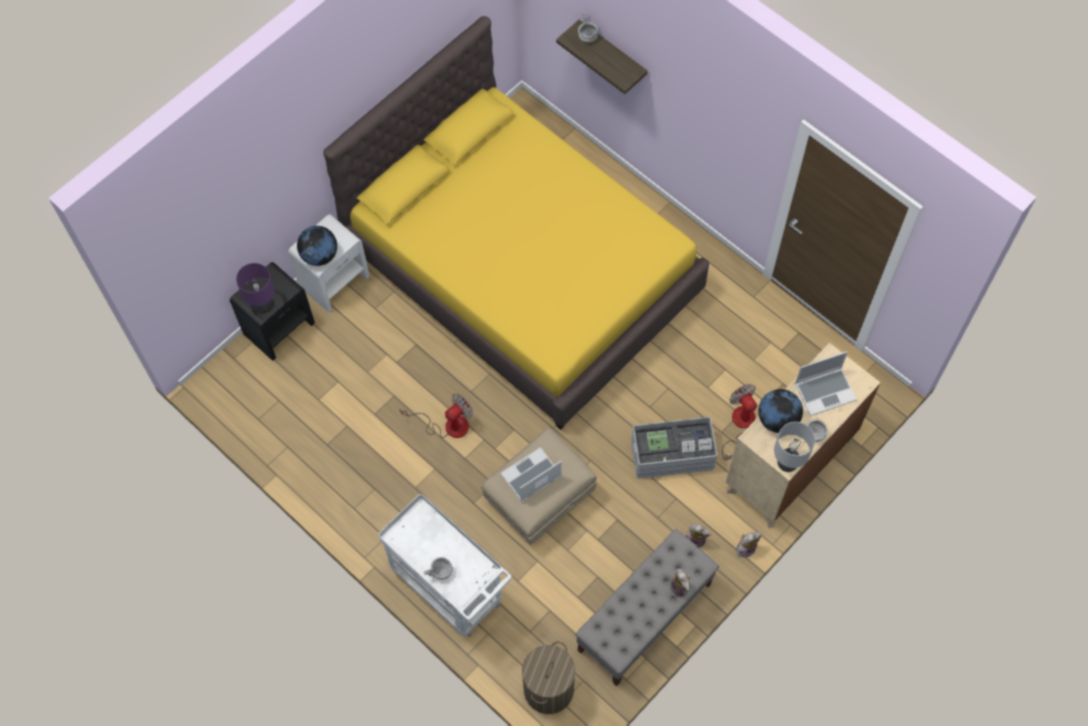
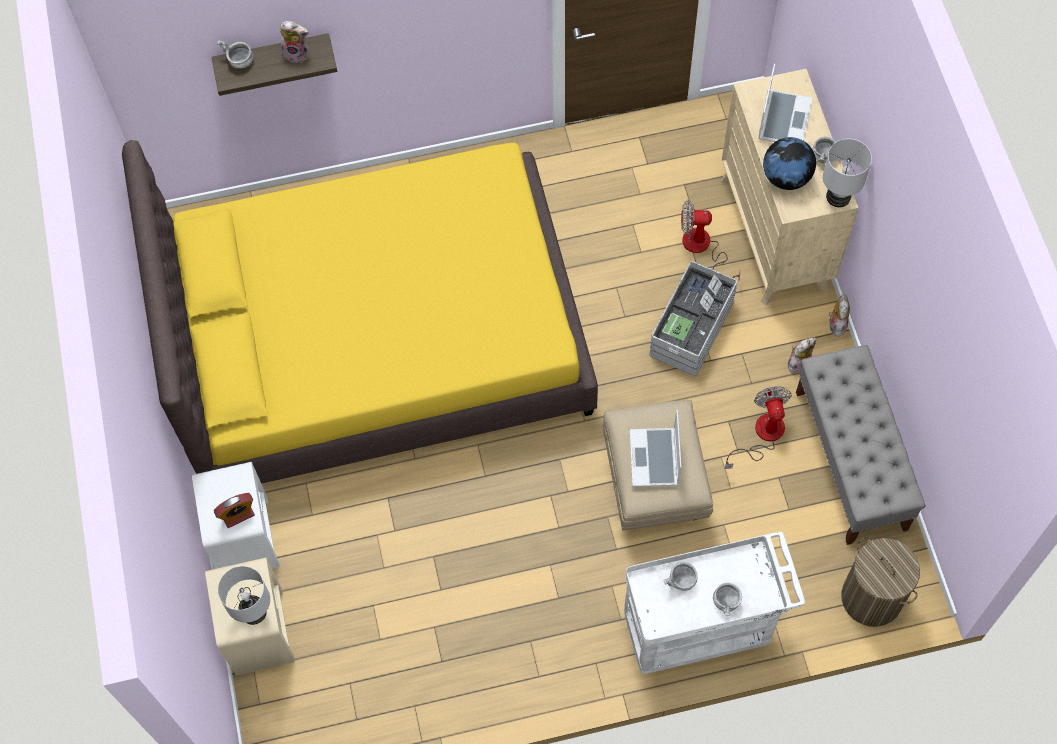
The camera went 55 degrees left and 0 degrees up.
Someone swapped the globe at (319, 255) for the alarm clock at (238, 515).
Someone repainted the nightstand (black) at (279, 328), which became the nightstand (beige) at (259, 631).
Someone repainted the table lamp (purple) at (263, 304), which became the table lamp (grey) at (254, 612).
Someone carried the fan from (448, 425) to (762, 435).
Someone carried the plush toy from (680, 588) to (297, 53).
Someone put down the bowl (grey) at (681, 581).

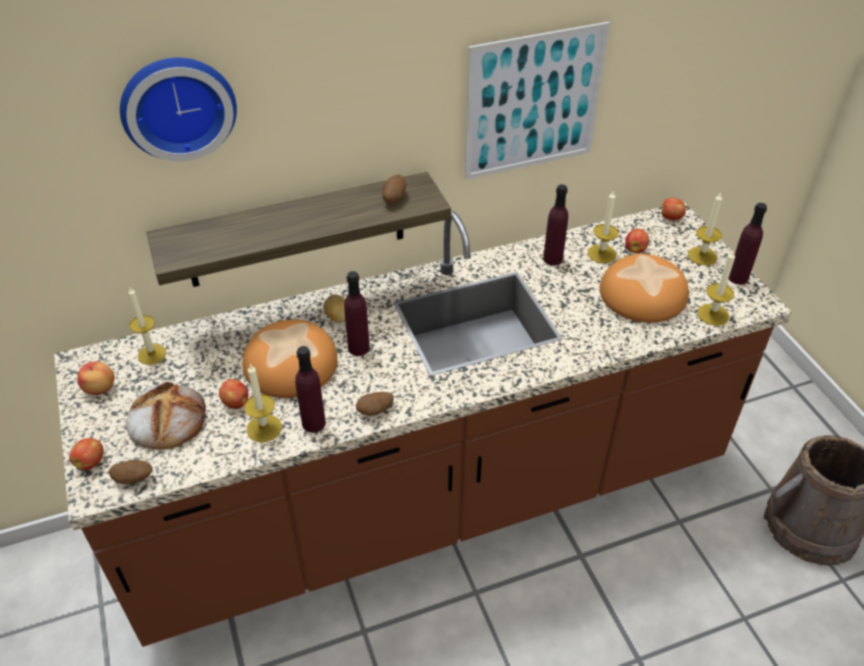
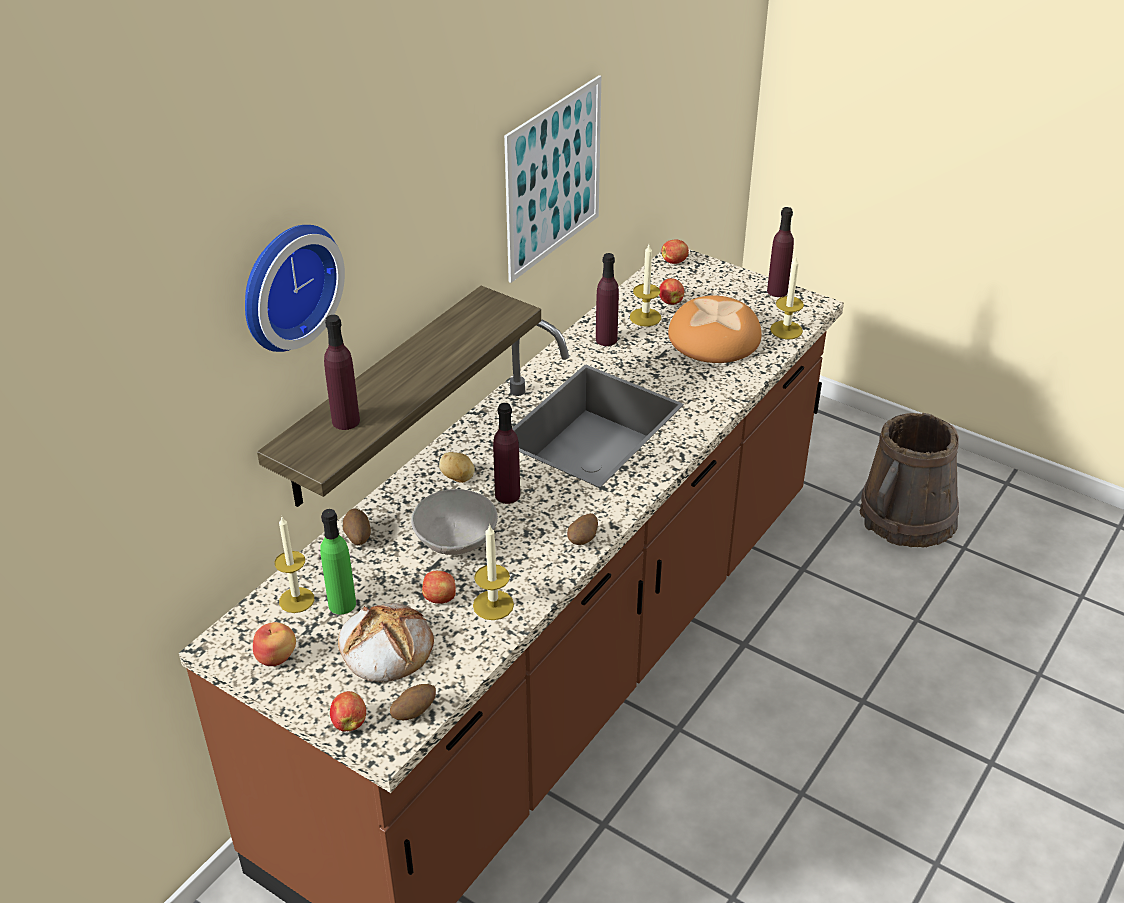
The camera went 35 degrees left and 5 degrees down.
Someone carried the potato from (394, 198) to (357, 537).
Someone took away the candle at (702, 256).
Someone swapped the bread at (290, 364) for the bowl (grey) at (455, 540).
Someone carried the bottle (purple) from (313, 423) to (346, 421).
Someone put down the bottle (green) at (342, 604).

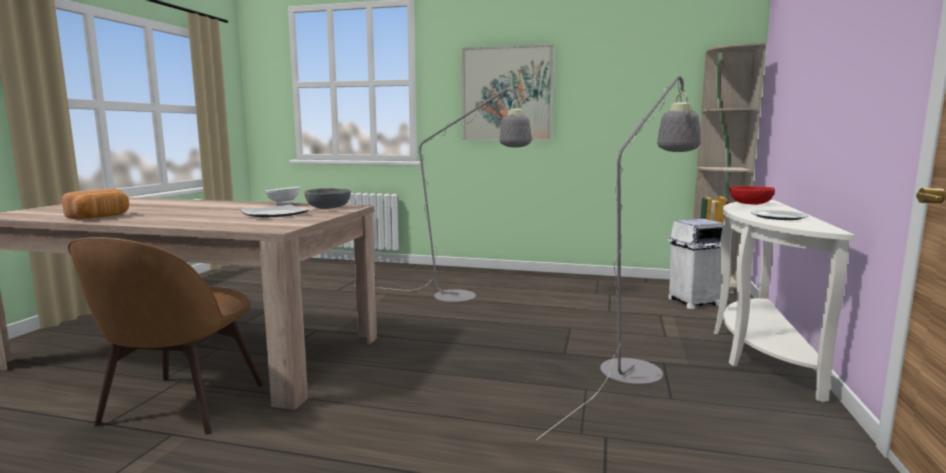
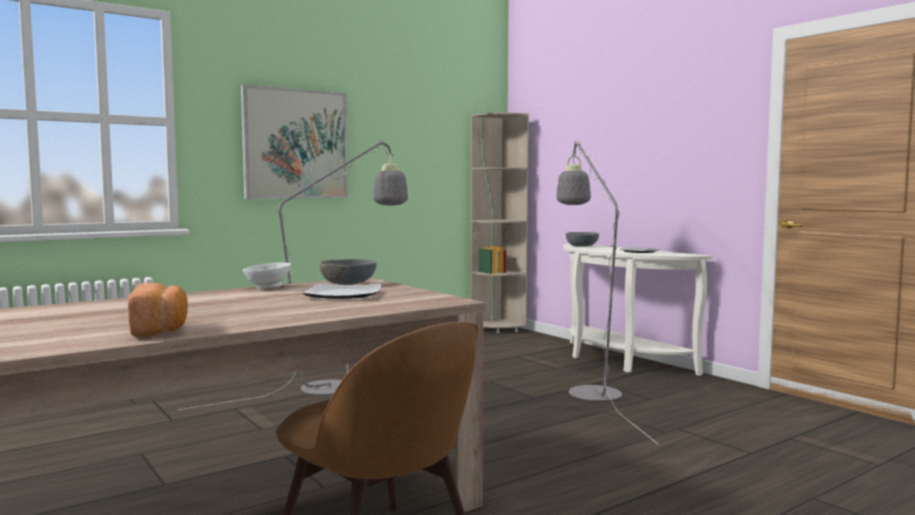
The camera went 50 degrees left and 5 degrees down.
Someone repainted the bowl (red) at (750, 204), which became the bowl (grey) at (581, 246).
Someone took away the trash can (white) at (692, 302).

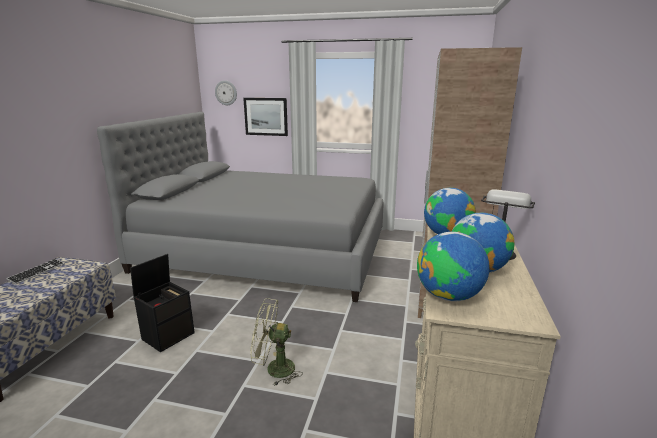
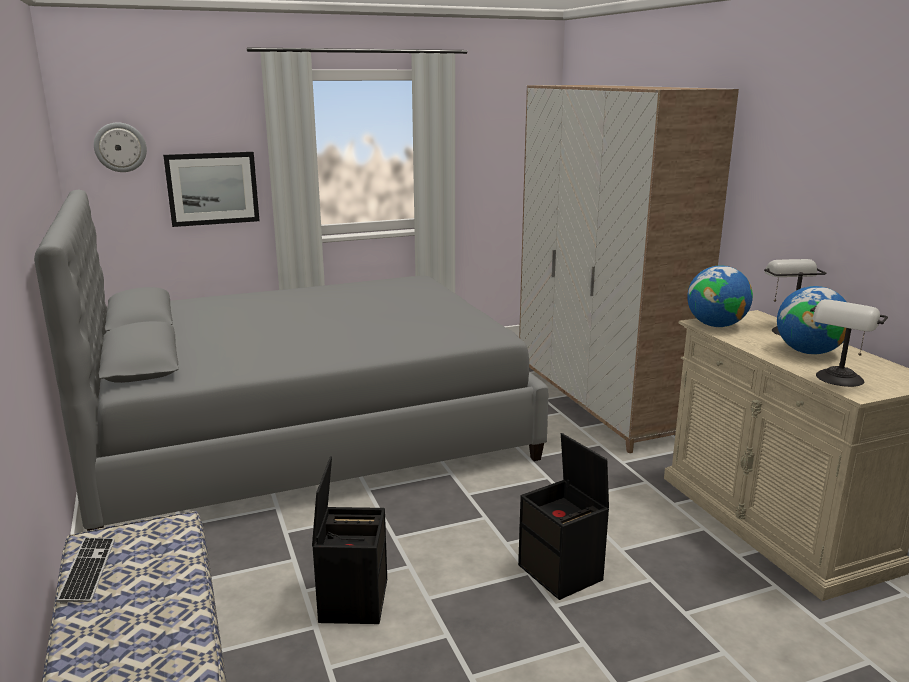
The camera went 35 degrees left and 0 degrees up.
Someone swapped the globe at (449, 296) for the table lamp at (838, 381).
Someone swapped the fan (green) at (274, 369) for the storage box (black) at (562, 573).

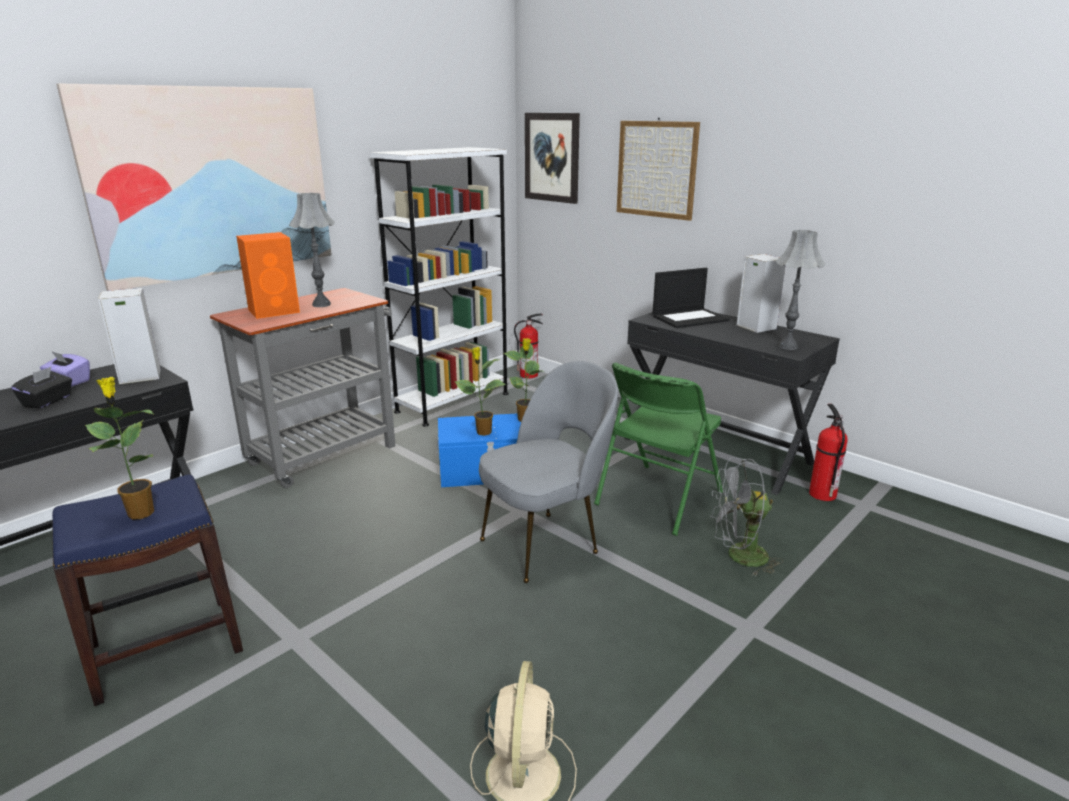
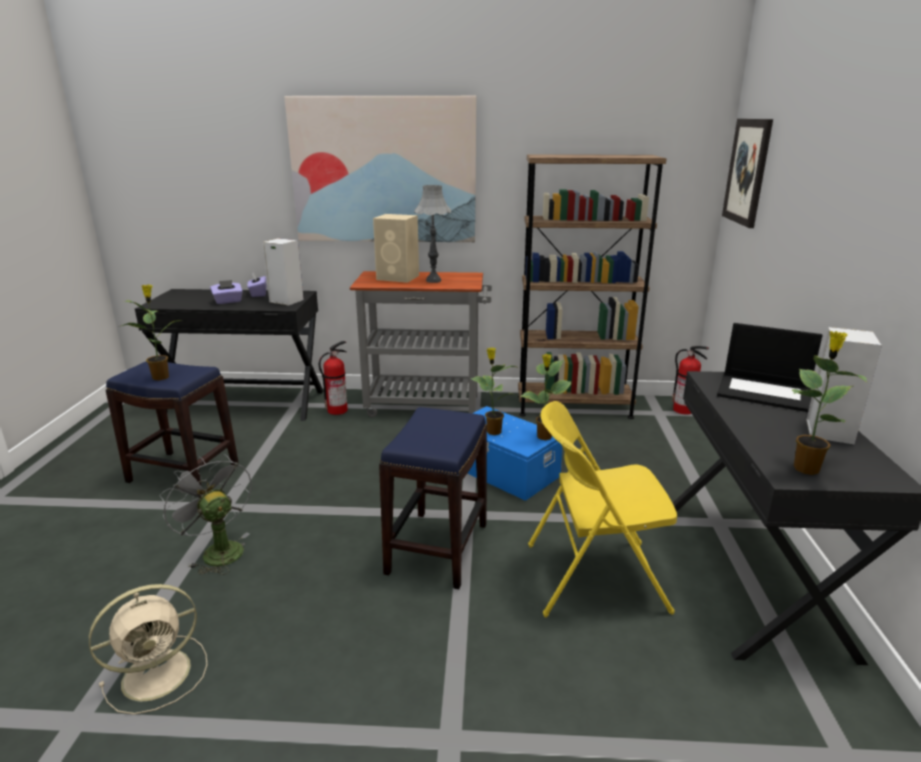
The camera went 50 degrees right and 0 degrees up.
Someone took away the picture at (656, 168).
Someone repainted the bookcase (white) at (453, 402), which became the bookcase (brown) at (573, 406).
Someone swapped the table lamp (grey) at (787, 346) for the potted plant at (806, 468).
Someone repainted the speaker (orange) at (275, 311), which became the speaker (beige) at (399, 277).
Someone swapped the chair (grey) at (547, 544) for the stool at (438, 549).
Someone repainted the chair (green) at (658, 498), which became the chair (yellow) at (595, 576).
Someone repainted the tissue box (black) at (48, 401), which became the tissue box (purple) at (228, 301).
Someone carried the fire extinguisher from (821, 494) to (338, 410).
Someone carried the fan (grey) from (739, 557) to (217, 550).

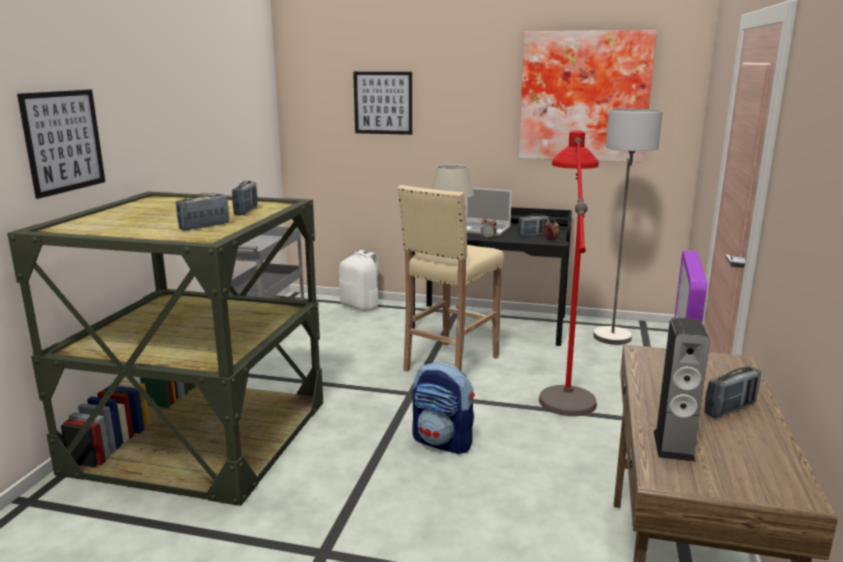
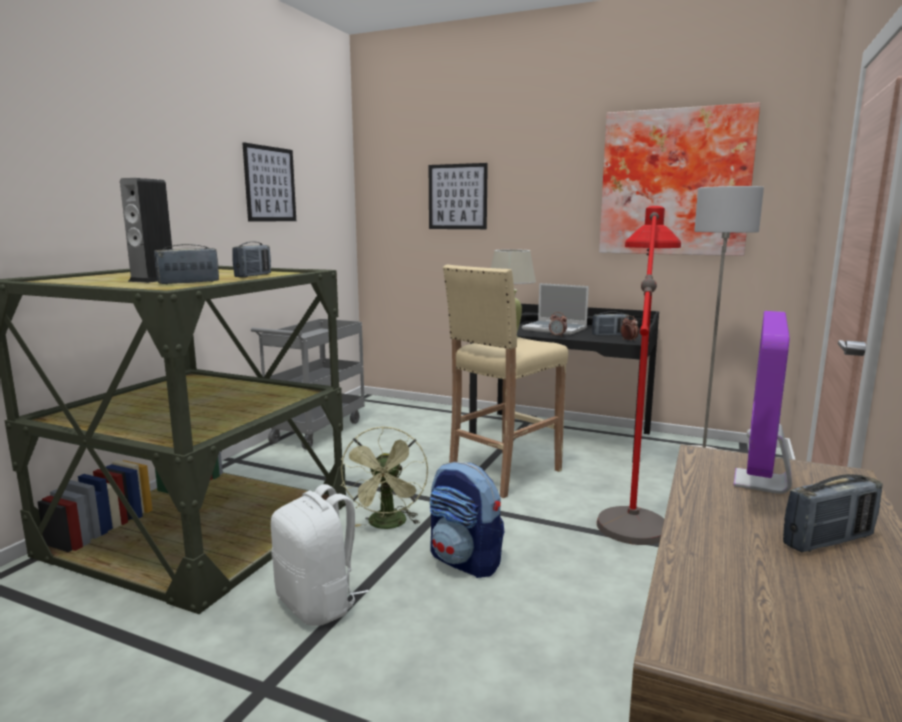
The camera went 10 degrees right and 5 degrees down.
Someone carried the picture from (63, 141) to (270, 184).
Someone carried the backpack (white) from (361, 306) to (318, 604).
Someone carried the speaker from (673, 445) to (153, 280).
Someone put down the fan (green) at (388, 525).

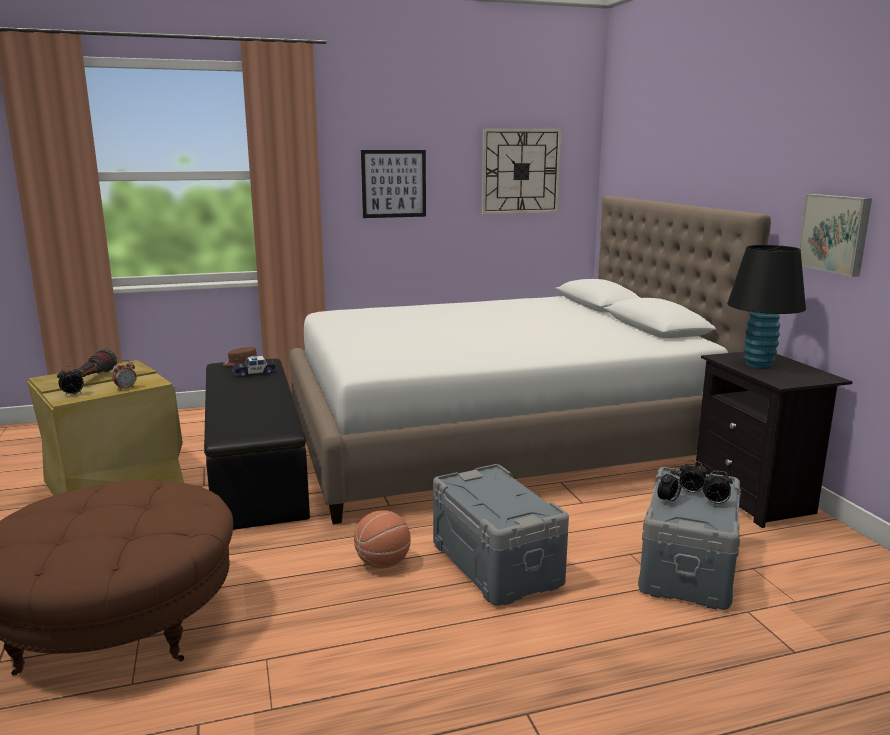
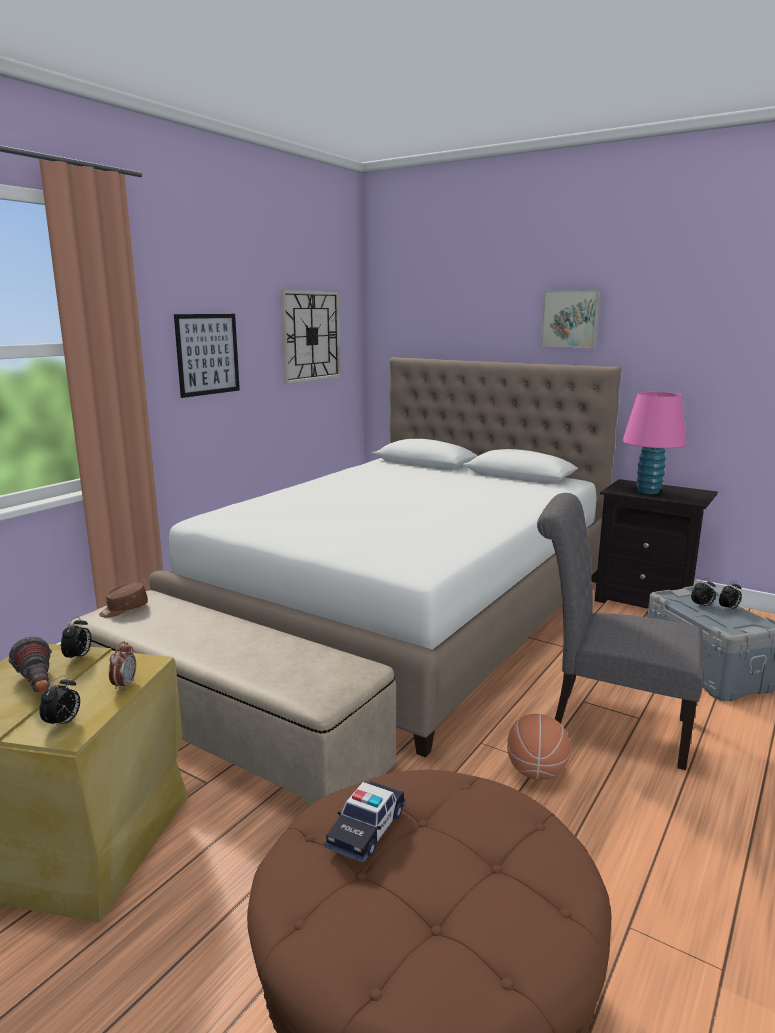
The camera went 40 degrees left and 0 degrees up.
Someone carried the picture from (835, 233) to (570, 318).
Someone repainted the table lamp (black) at (758, 365), which became the table lamp (pink) at (648, 491).
Someone carried the toy car from (254, 373) to (367, 829).
Someone repainted the bench (black) at (255, 466), which became the bench (beige) at (228, 733).
Someone swapped the storage box (grey) at (497, 563) for the chair (grey) at (608, 725).
Someone carried the alarm clock from (668, 501) to (78, 657).

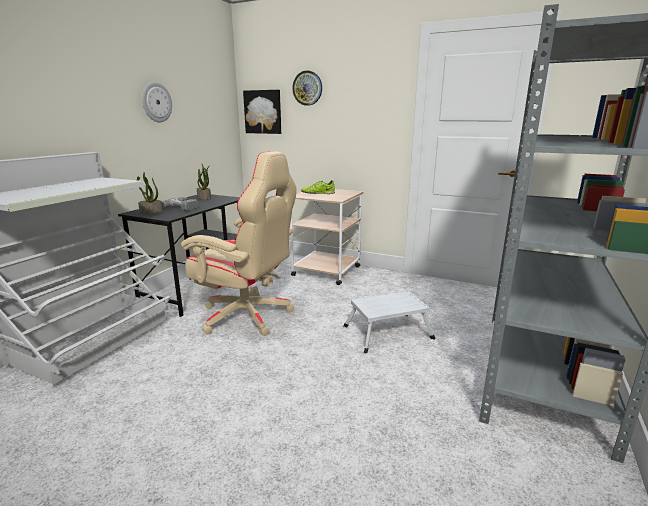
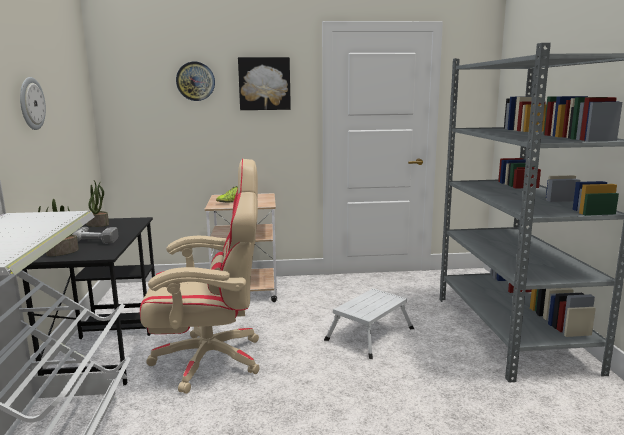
The camera went 30 degrees left and 5 degrees down.
Someone carried the picture from (263, 112) to (264, 84).

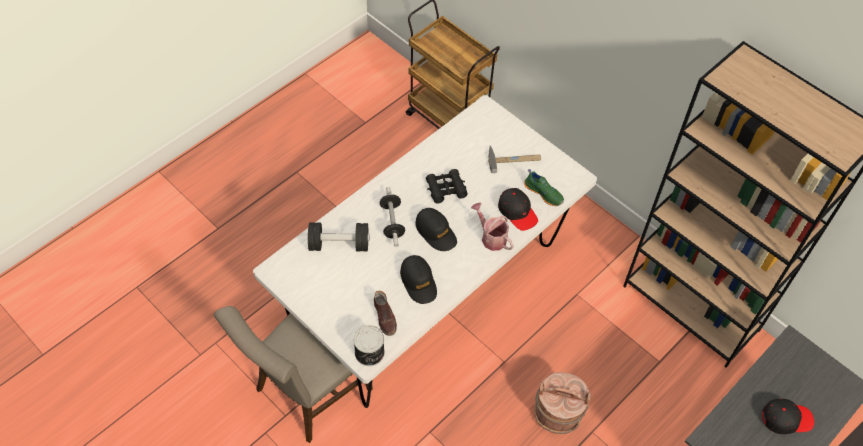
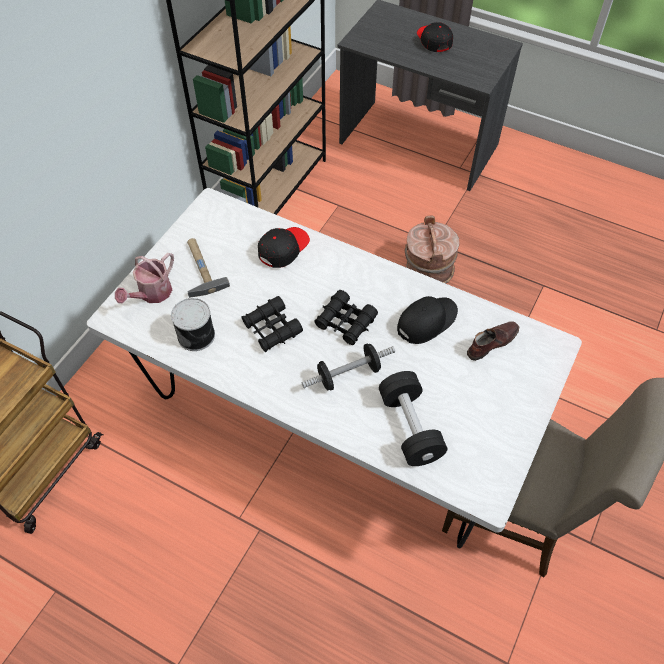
The camera went 105 degrees left and 0 degrees up.
Someone took away the shoe (green) at (544, 193).
Someone carried the watering can from (491, 237) to (152, 294).
Someone swapped the cap (black) at (436, 232) for the binoculars (black) at (345, 322).
Someone carried the can from (369, 353) to (197, 335).

